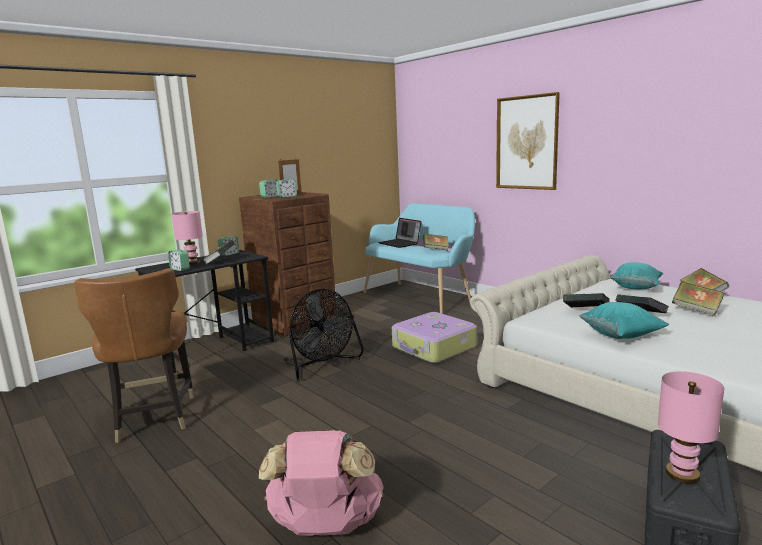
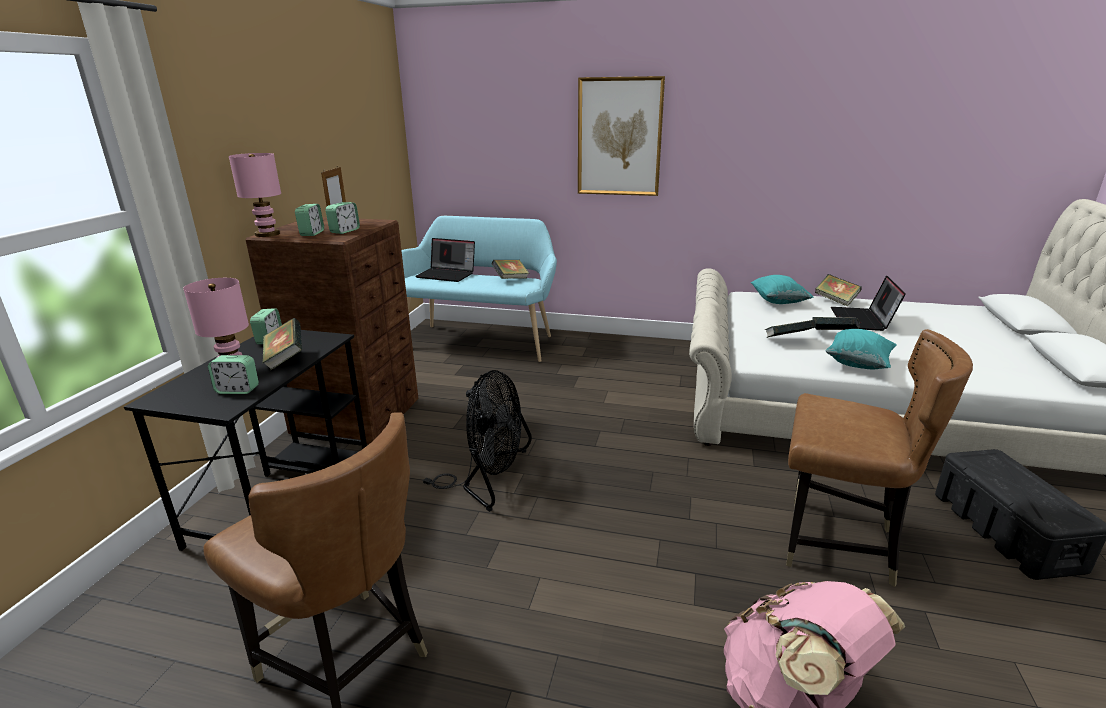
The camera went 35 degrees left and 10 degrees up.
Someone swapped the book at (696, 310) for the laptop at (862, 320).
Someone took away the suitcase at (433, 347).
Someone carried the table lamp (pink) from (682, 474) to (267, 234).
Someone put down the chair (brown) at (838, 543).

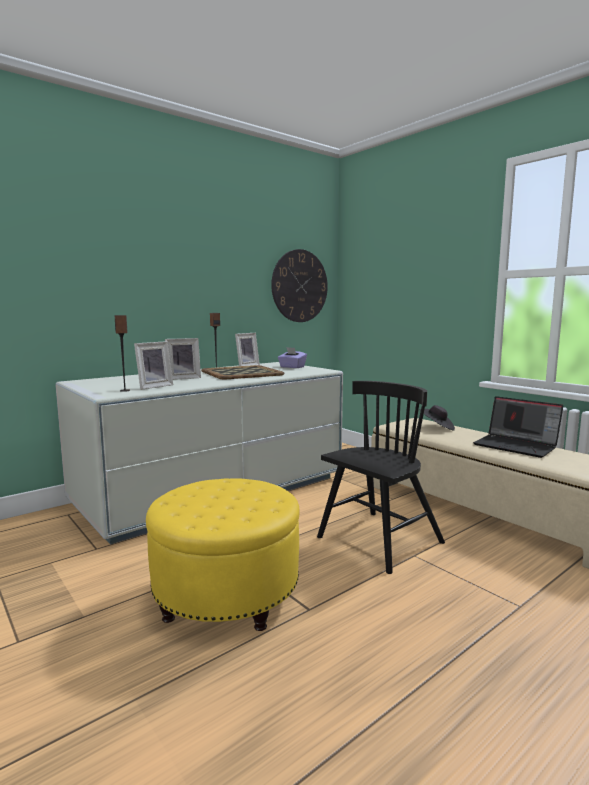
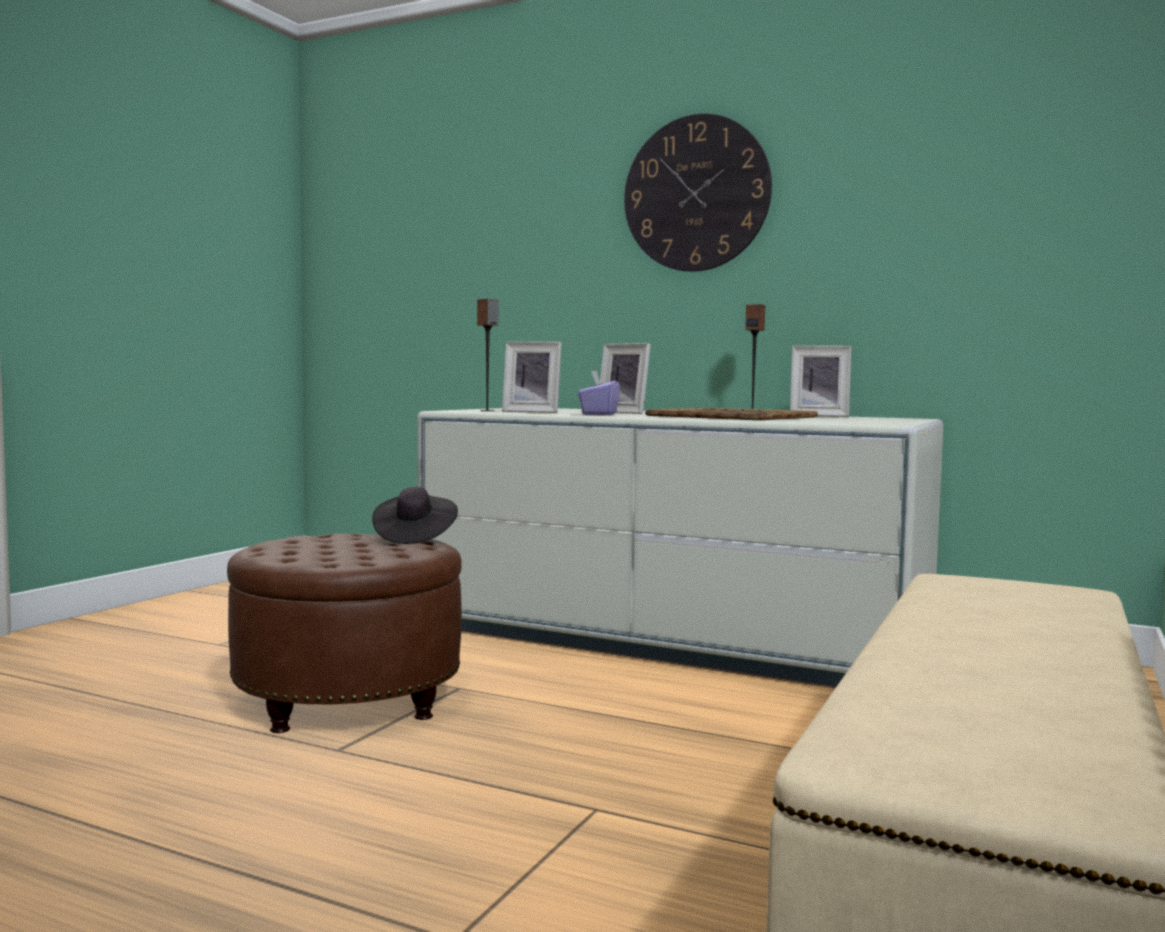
The camera went 65 degrees right and 5 degrees down.
Someone carried the wall clock from (299, 286) to (696, 194).
Someone carried the tissue box (purple) from (292, 367) to (598, 414).
Someone took away the chair (black) at (375, 542).
Someone took away the laptop at (517, 446).
Someone carried the hat (black) from (437, 427) to (414, 537).
Someone repainted the ottoman (yellow) at (226, 595), which became the ottoman (brown) at (348, 700).

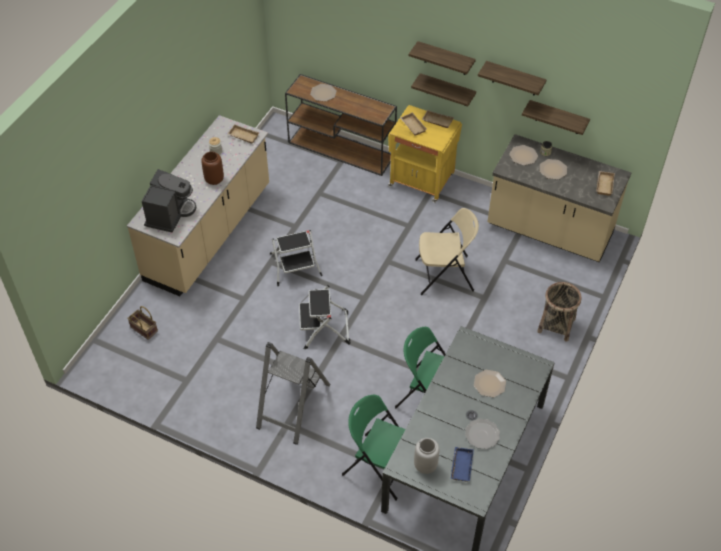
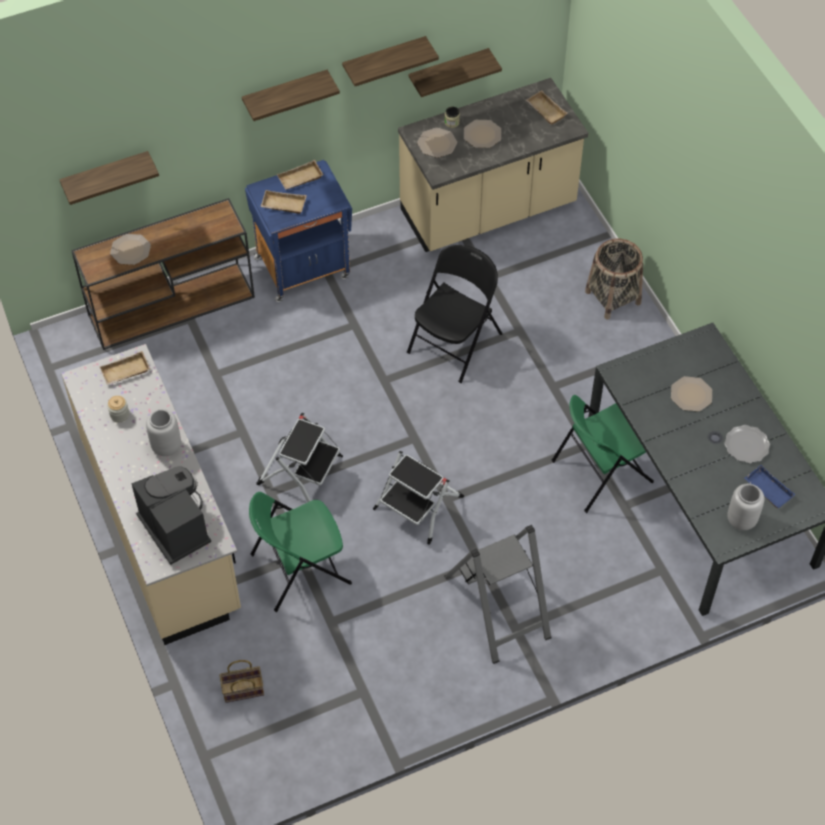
The camera went 50 degrees left and 5 degrees up.
Someone carried the shelf from (447, 90) to (106, 176).
Someone repainted the cart (yellow) at (422, 182), which became the cart (blue) at (304, 267).
Someone repainted the vase (brown) at (214, 179), which became the vase (grey) at (166, 446).
Someone repainted the chair (beige) at (444, 275), which became the chair (black) at (455, 343).
Someone carried the chair (green) from (380, 466) to (300, 568).

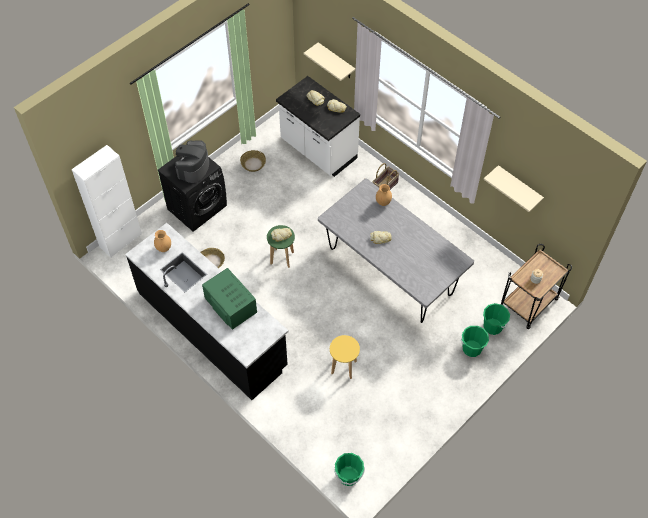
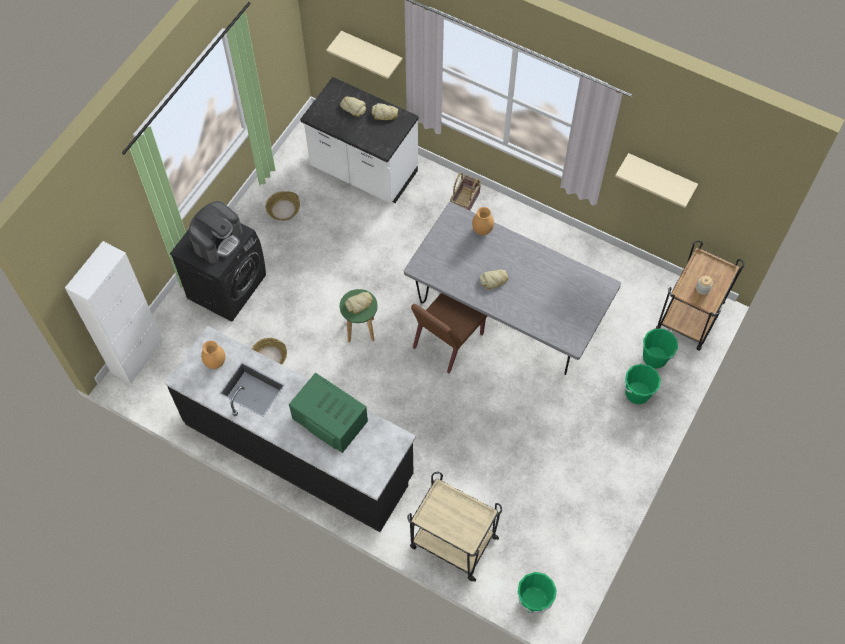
The camera went 15 degrees left and 5 degrees up.
Someone rotated the coffee machine at (193, 168) by 150 degrees counterclockwise.
Someone took away the stool (yellow) at (343, 367).
Someone put down the chair (brown) at (447, 341).
Someone put down the cart (beige) at (452, 541).

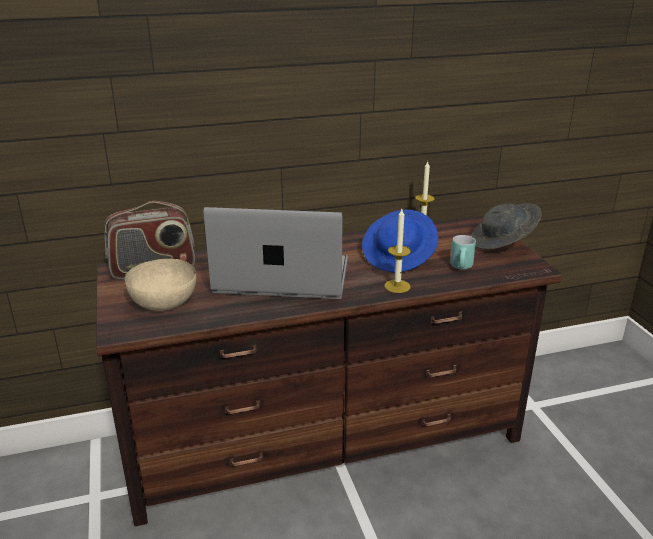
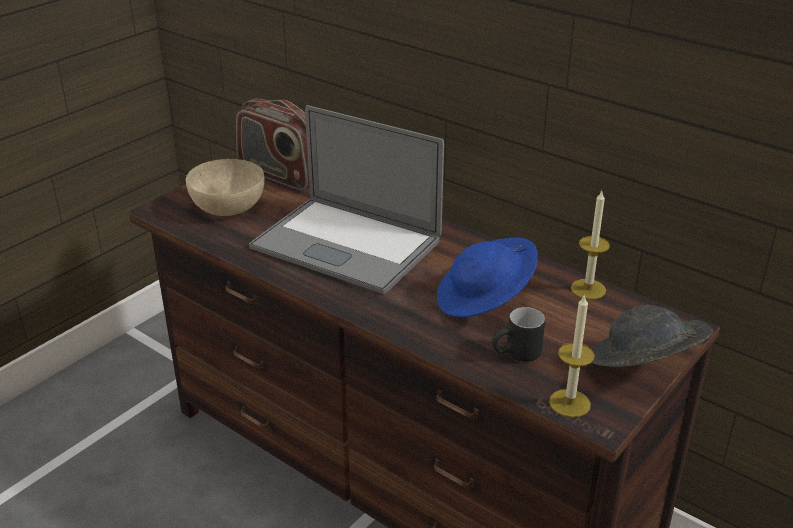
The camera went 55 degrees right and 5 degrees up.
Someone rotated the laptop at (282, 276) by 150 degrees clockwise.
Someone carried the candle from (397, 286) to (569, 403).
Someone repainted the mug (turquoise) at (463, 268), which became the mug (black) at (517, 356).

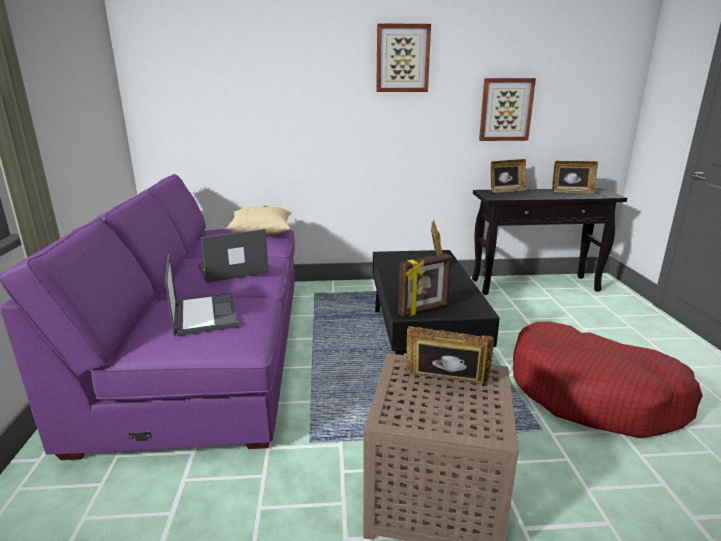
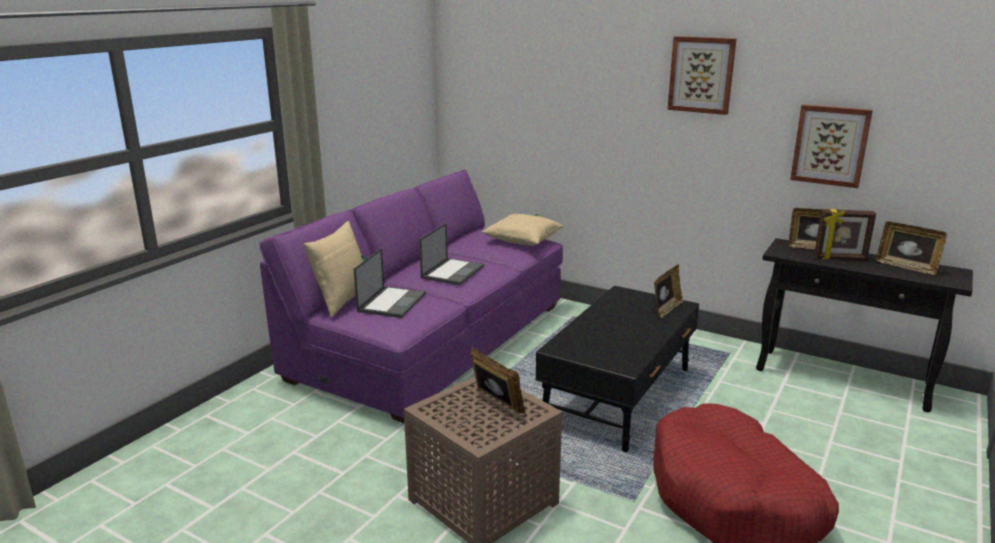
The camera went 35 degrees right and 0 degrees up.
Someone rotated the laptop at (232, 270) by 105 degrees clockwise.
Someone carried the picture frame from (423, 310) to (840, 258).
Someone put down the pillow (beige) at (343, 301).

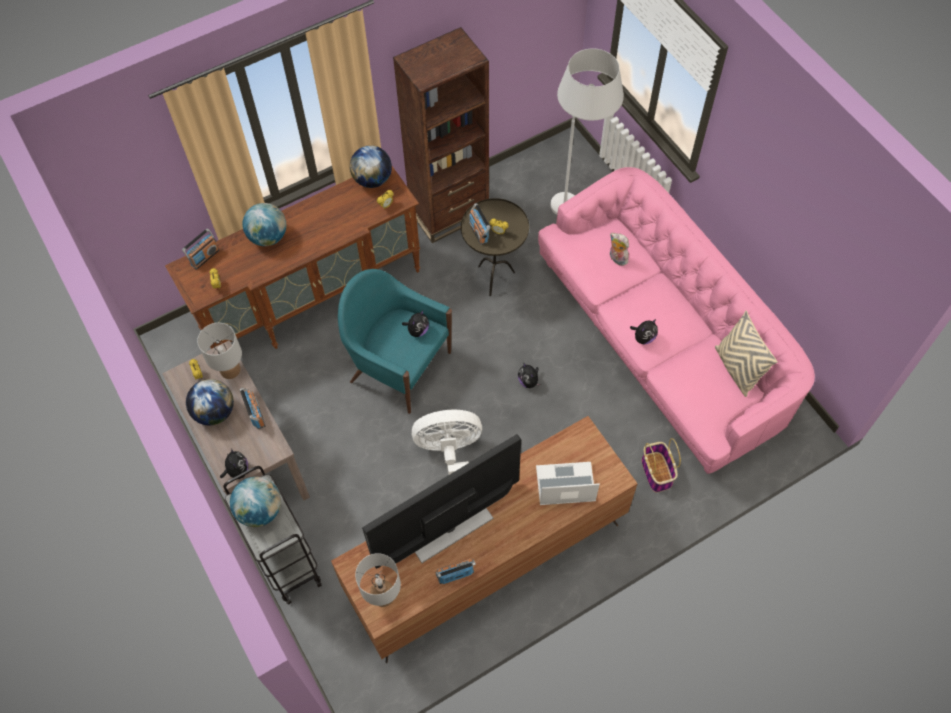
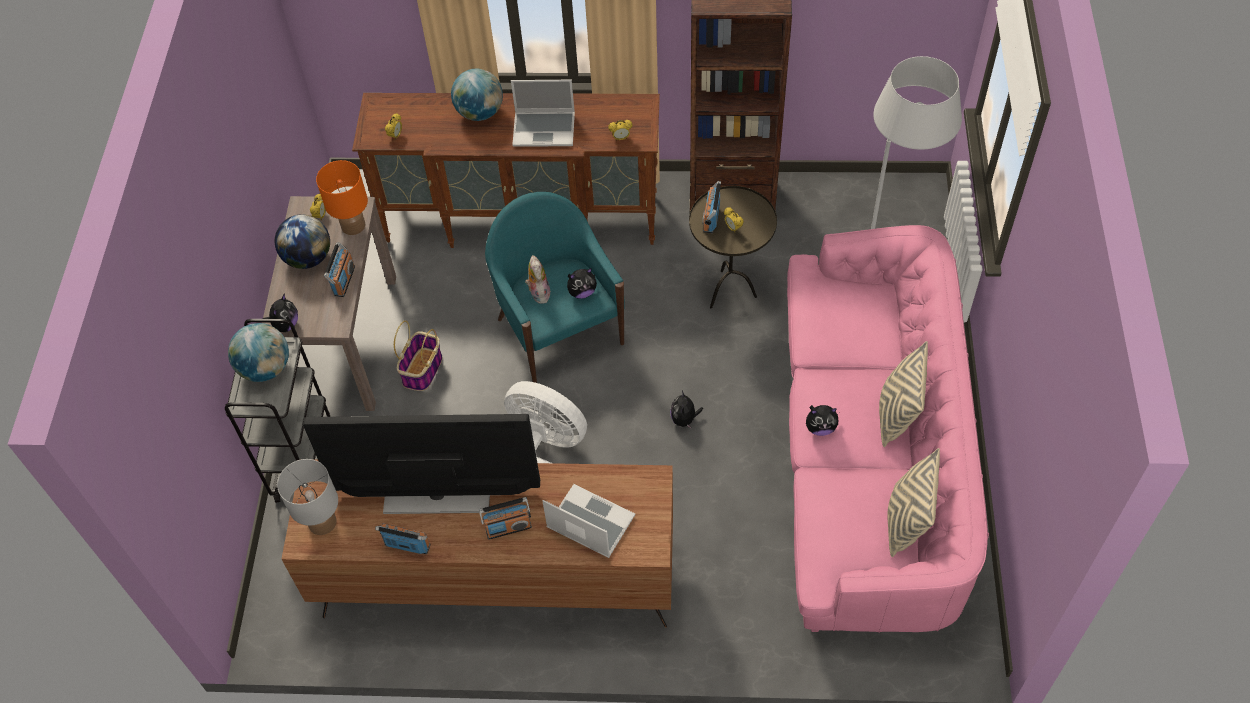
The camera went 35 degrees right and 5 degrees down.
Someone took away the globe at (372, 179).
Someone carried the radio from (204, 257) to (508, 528).
Someone carried the plush toy from (617, 259) to (538, 293).
Someone repainted the table lamp (grey) at (229, 370), which became the table lamp (orange) at (352, 225).
Someone carried the basket from (657, 472) to (422, 371).
Someone put down the laptop at (545, 129).
Someone put down the pillow (beige) at (896, 414).

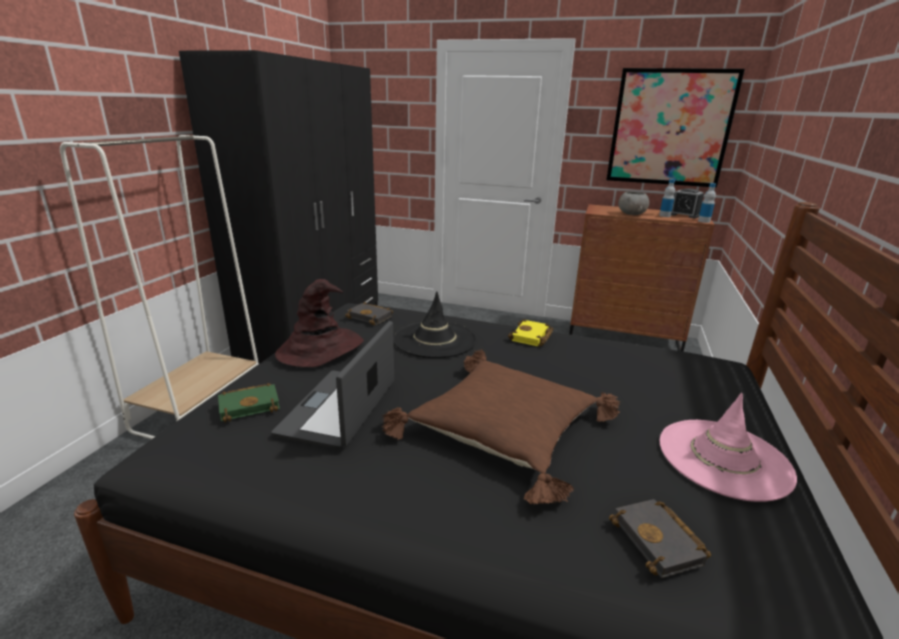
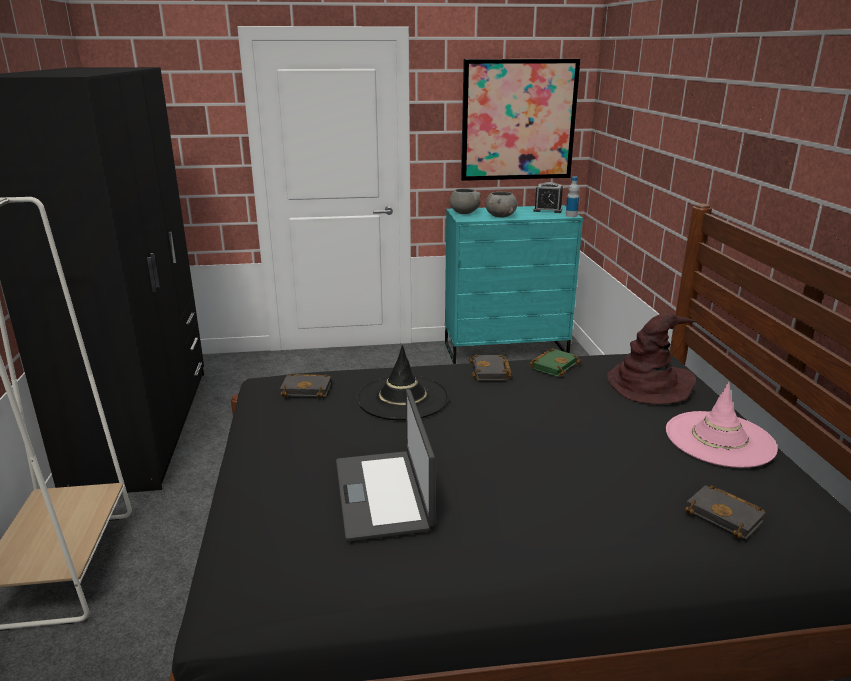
The camera went 25 degrees left and 0 degrees up.
Someone took away the bottle at (664, 216).
Someone repainted the dresser (brown) at (623, 338), which became the dresser (turquoise) at (505, 349).
Someone carried the hat (brown) from (320, 349) to (650, 384).
Someone repainted the book (yellow) at (532, 337), which became the book (black) at (491, 372).
Someone took away the pillow (brown) at (503, 423).
Someone carried the book (green) from (251, 405) to (554, 365).
Someone put down the bowl (grey) at (464, 212).

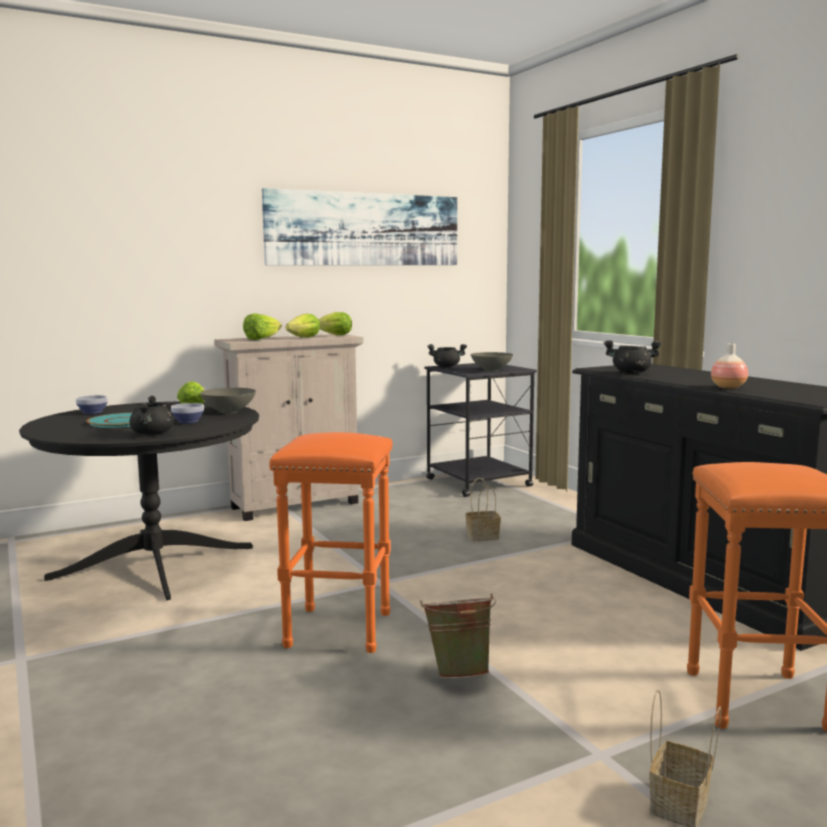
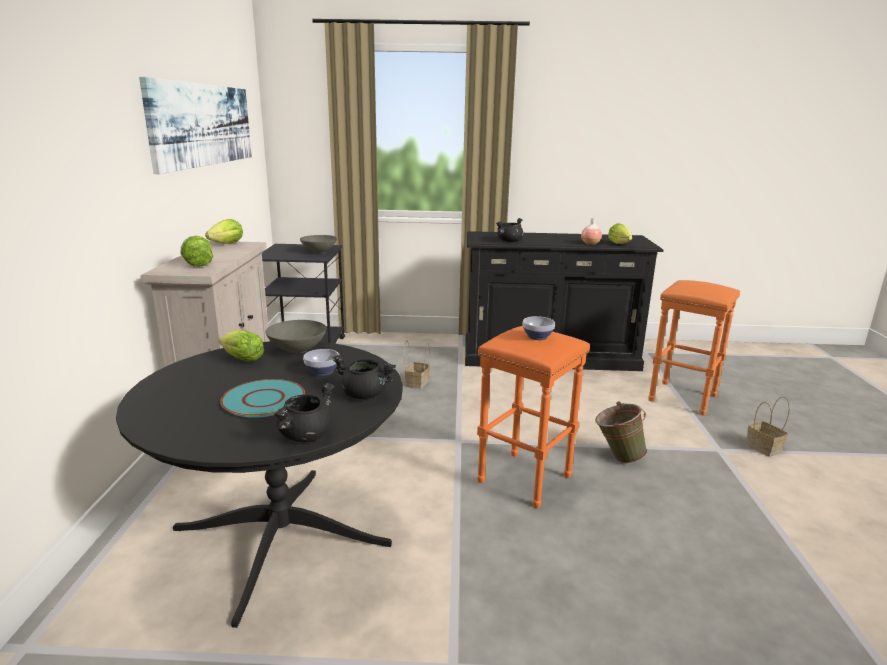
The camera went 60 degrees left and 10 degrees up.
Someone carried the lettuce from (302, 338) to (620, 244).
Someone carried the cooking pot (black) from (446, 367) to (305, 435).
Someone carried the bowl from (93, 412) to (538, 336).

